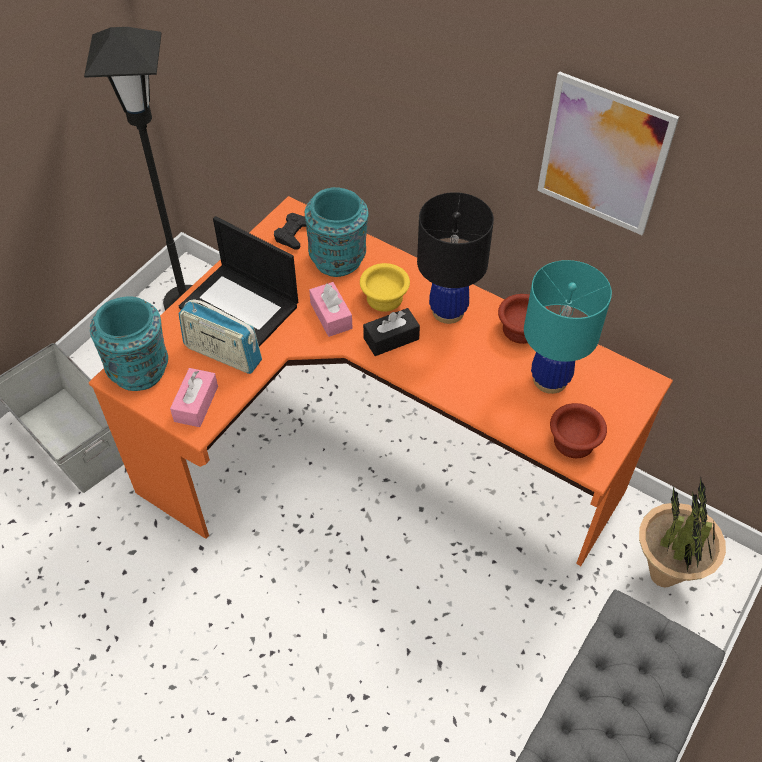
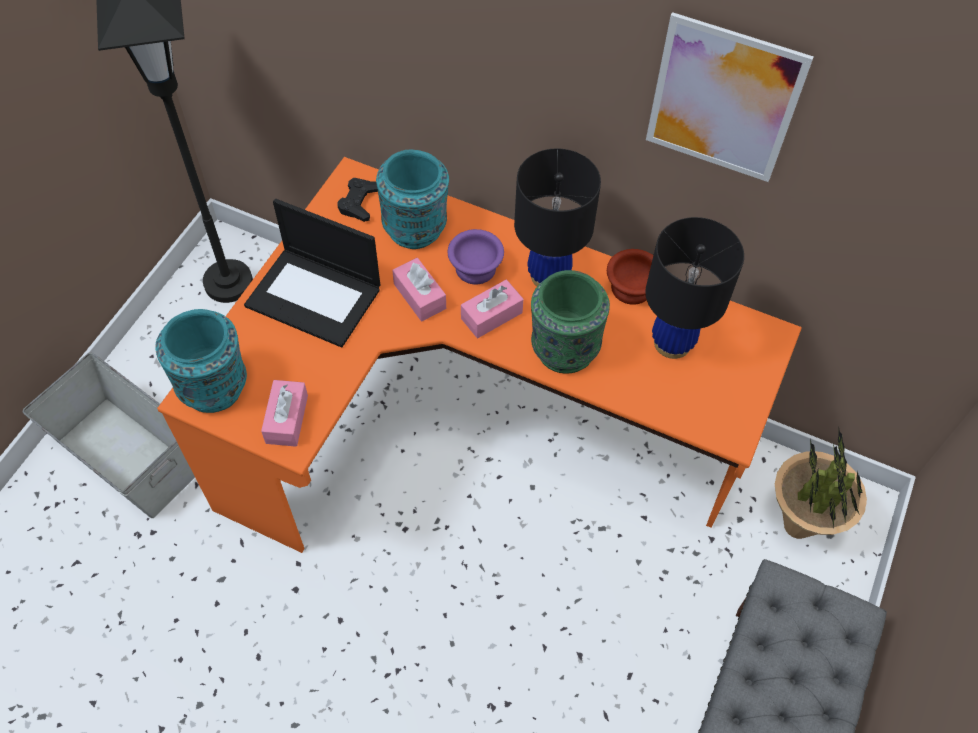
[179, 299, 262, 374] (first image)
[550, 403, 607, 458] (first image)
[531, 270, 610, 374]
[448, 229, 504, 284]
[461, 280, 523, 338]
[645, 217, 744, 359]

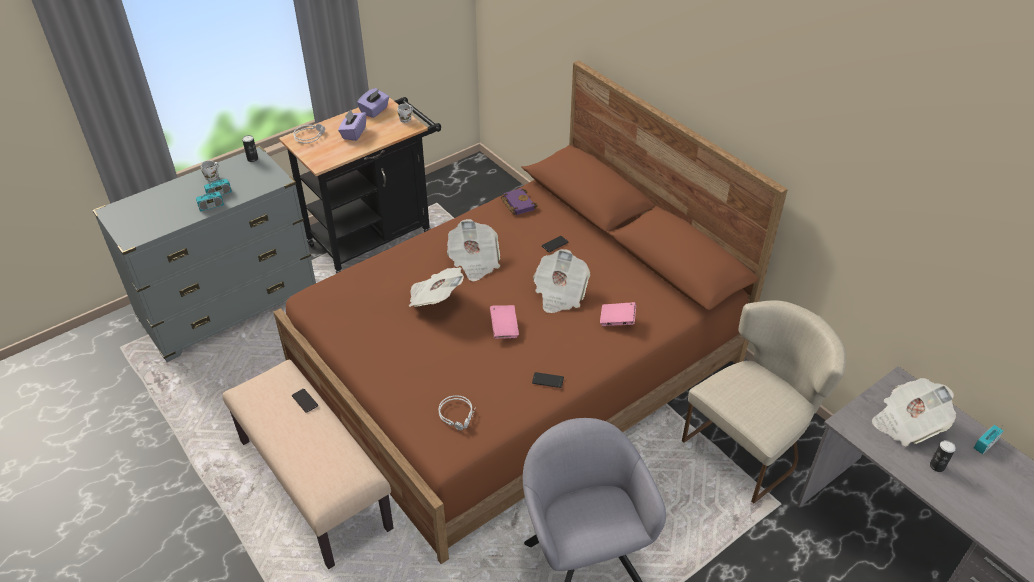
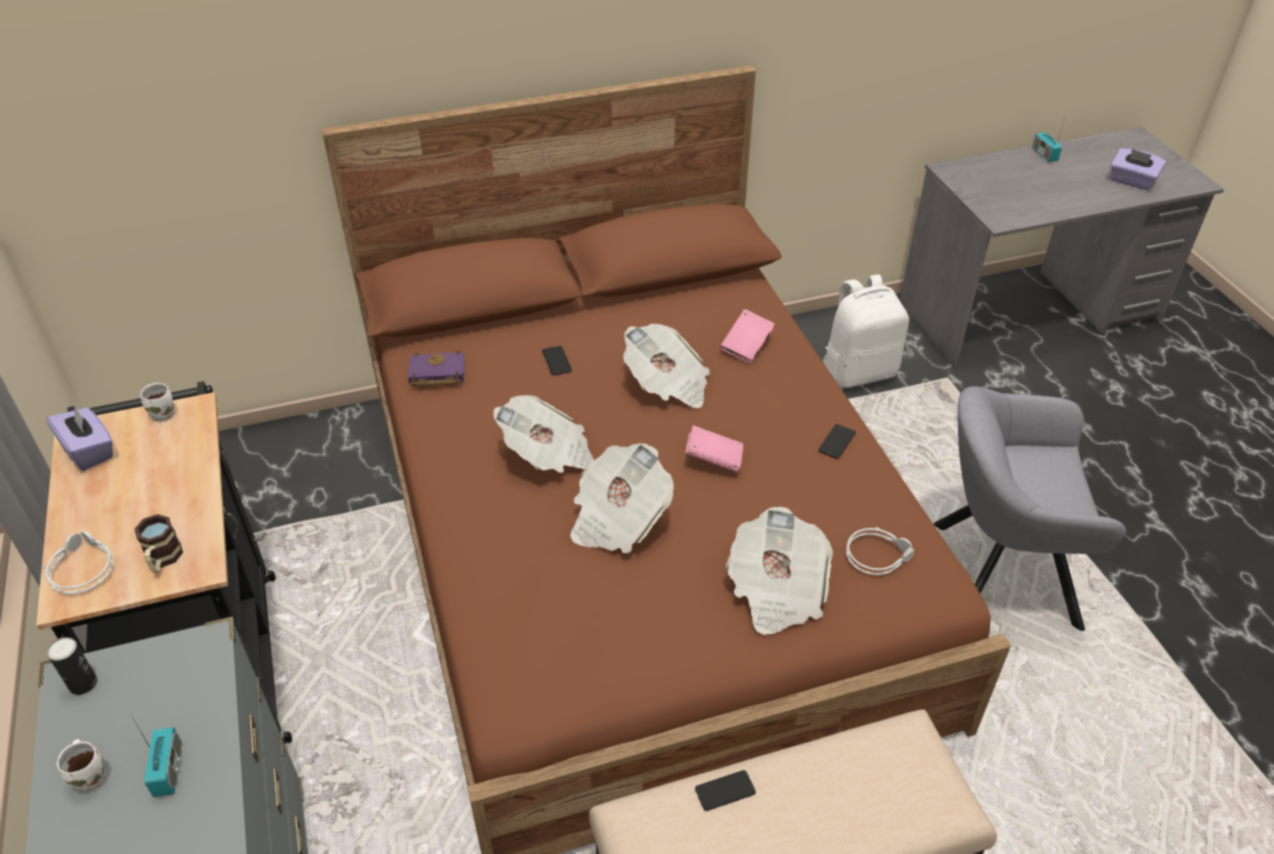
[196, 176, 224, 211] (first image)
[930, 440, 956, 472] (first image)
[135, 514, 183, 573]
[1111, 148, 1166, 190]
[726, 507, 833, 635]
[823, 274, 909, 388]

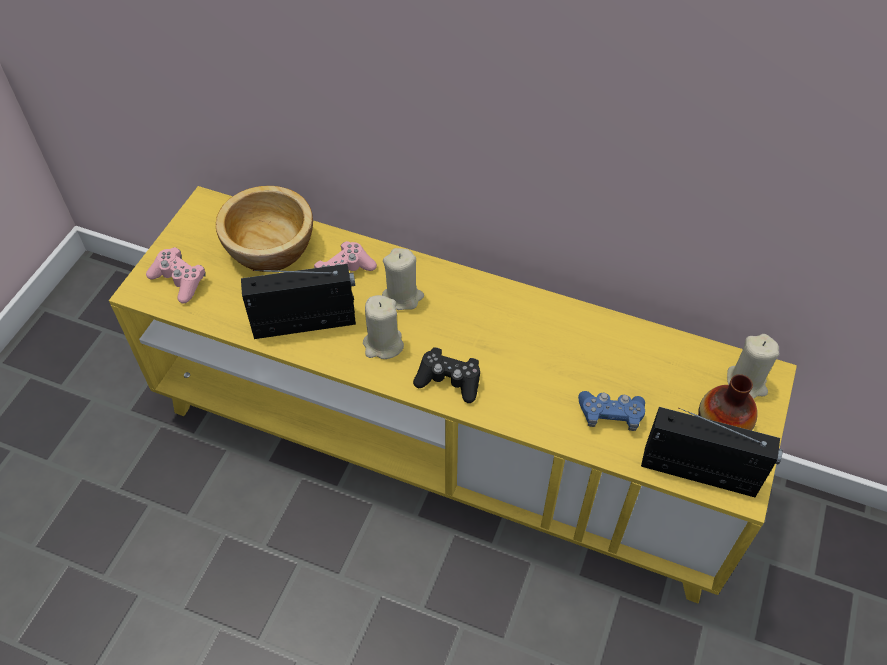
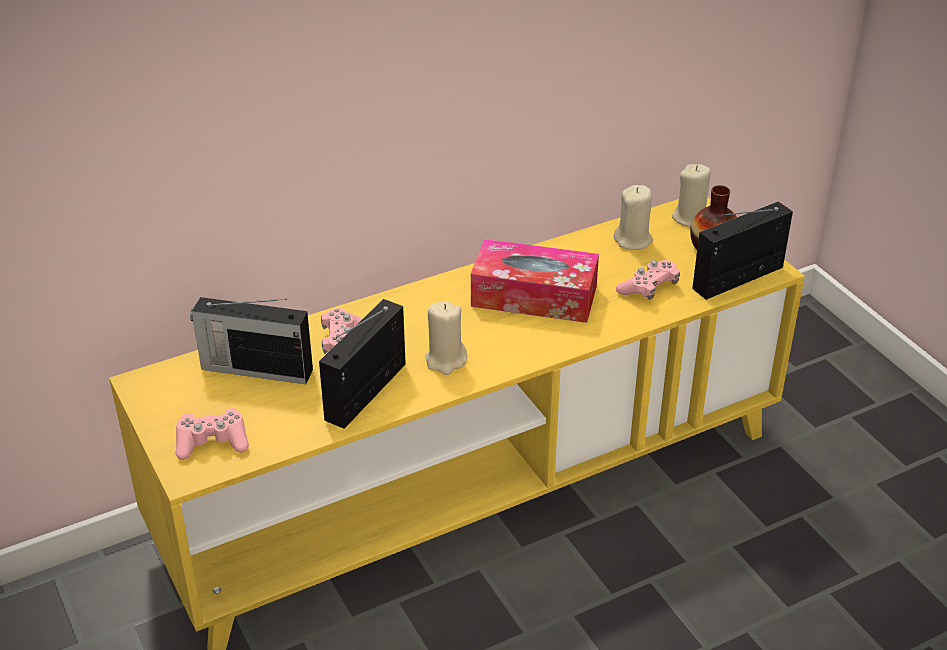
[413, 347, 480, 403] (first image)
[471, 239, 599, 323]
[614, 185, 653, 250]
[190, 297, 313, 384]
[616, 260, 680, 300]

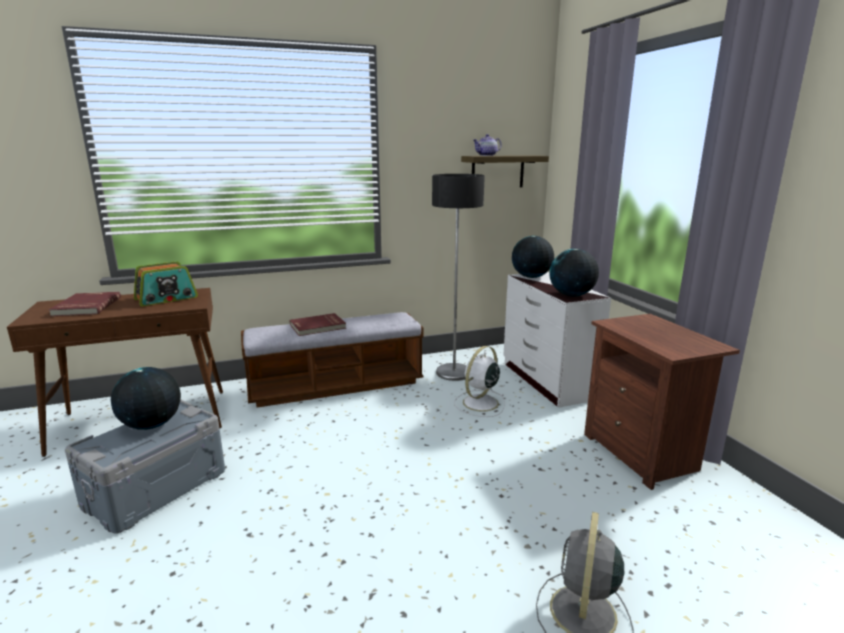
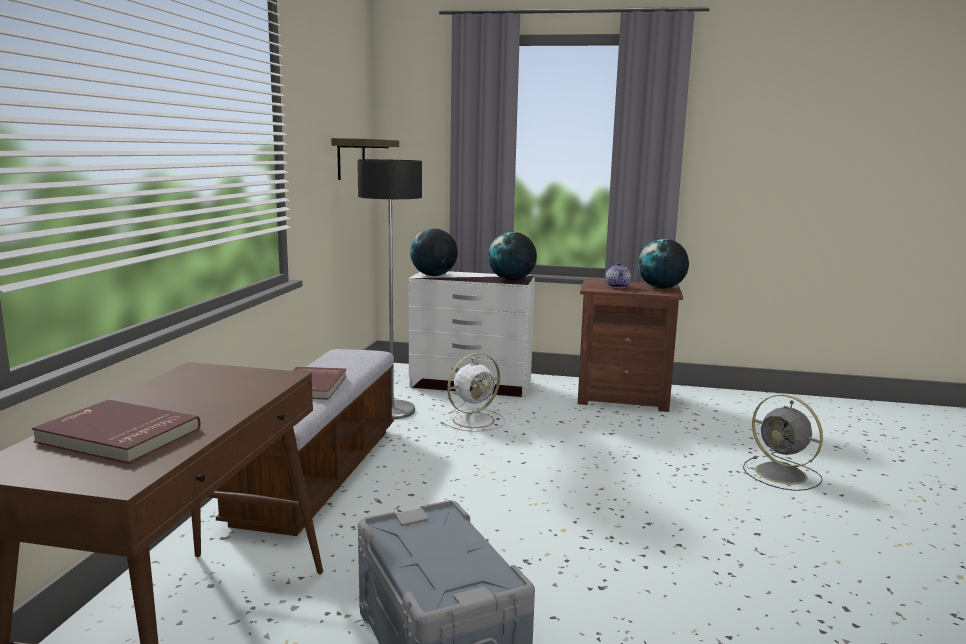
[134, 261, 198, 306] (first image)
[638, 239, 689, 289]
[606, 263, 631, 288]
[440, 353, 505, 432]

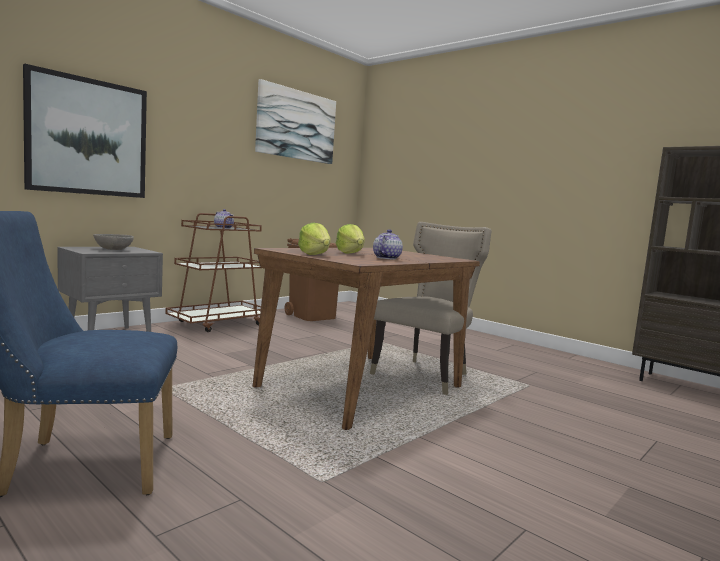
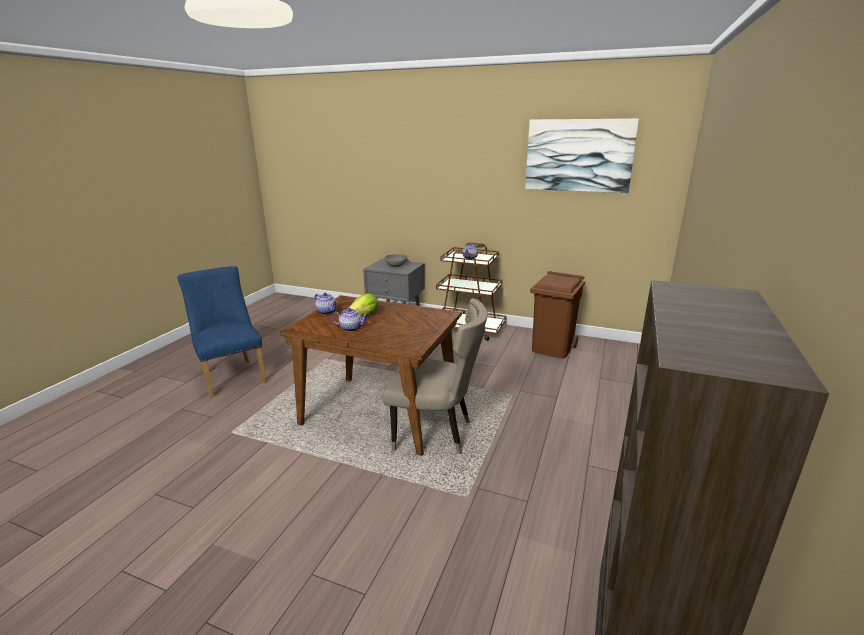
[23, 64, 147, 198] (first image)
[314, 293, 337, 315]

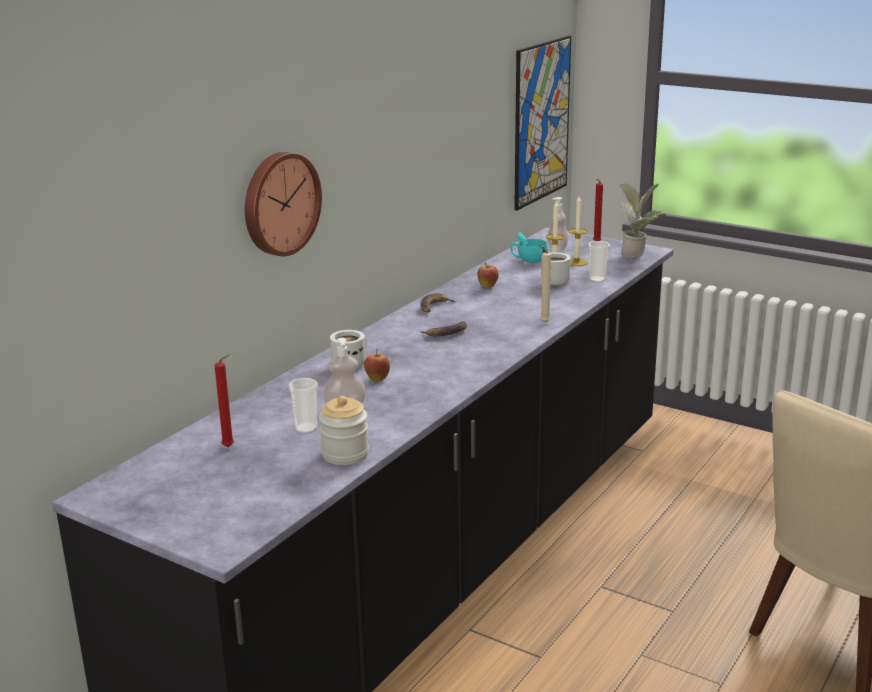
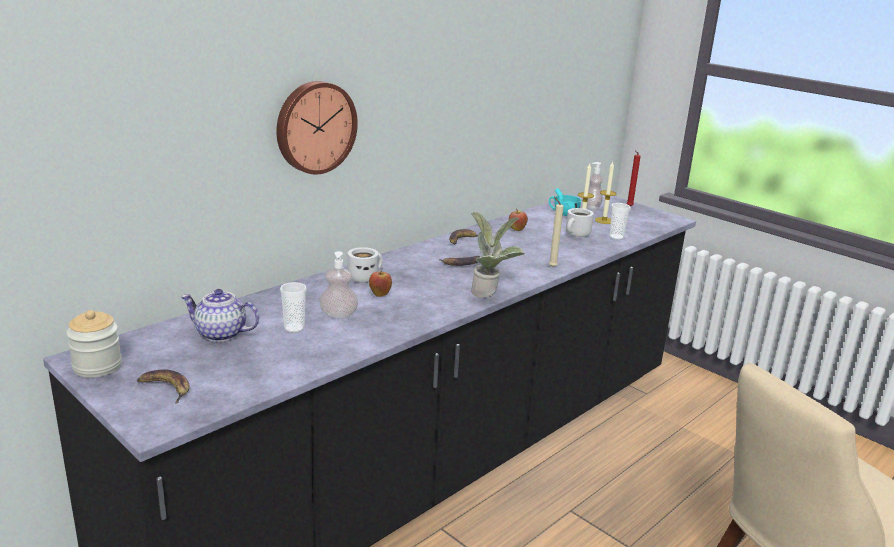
[514, 36, 571, 211] (first image)
[137, 370, 190, 404]
[67, 310, 122, 378]
[471, 211, 525, 298]
[180, 289, 259, 342]

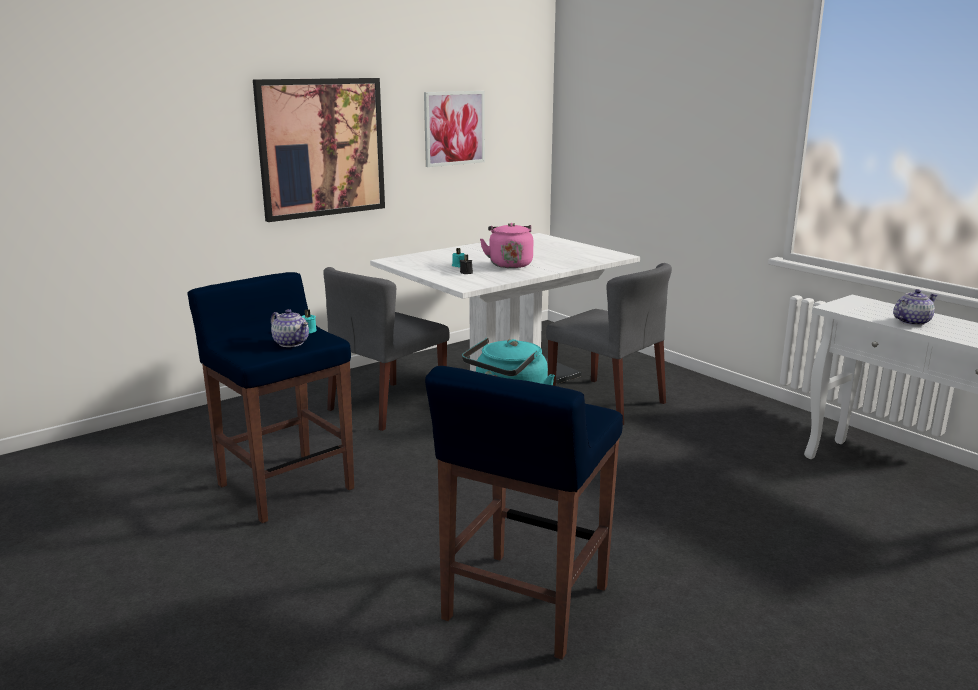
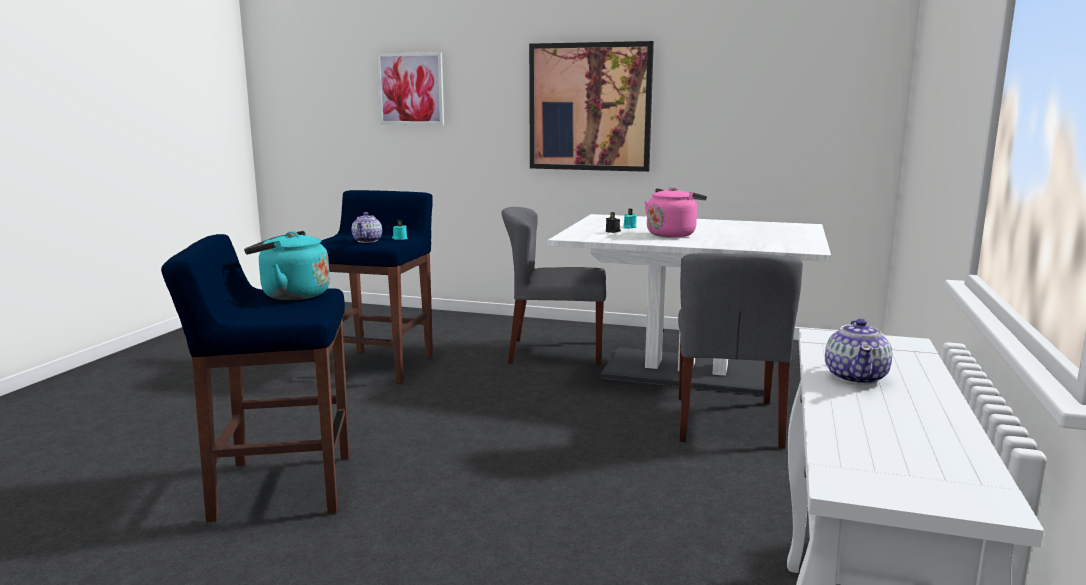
[377, 52, 444, 125]
[825, 319, 892, 385]

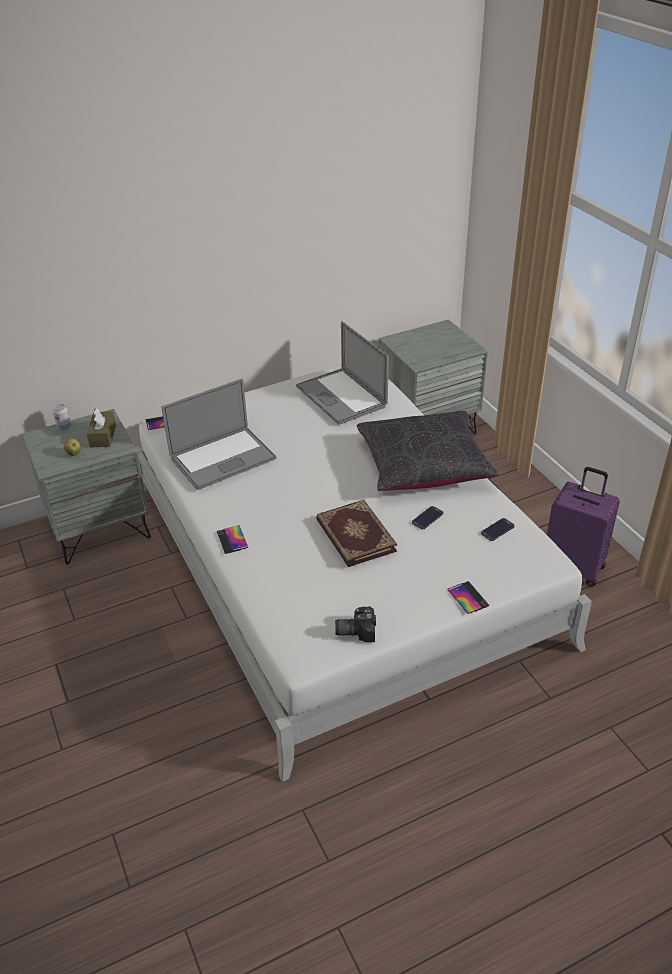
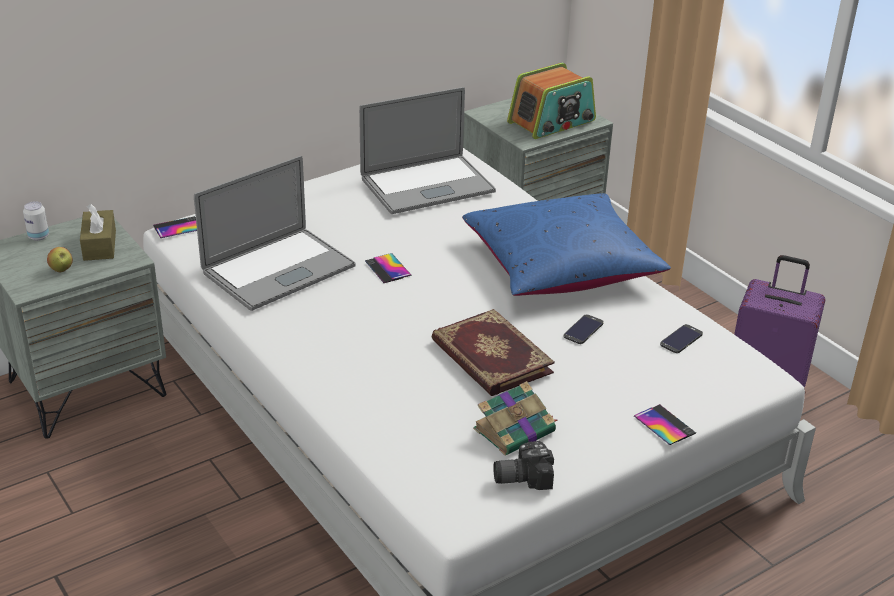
[473, 381, 558, 456]
[507, 63, 596, 139]
[365, 253, 411, 283]
[462, 193, 671, 296]
[359, 87, 496, 214]

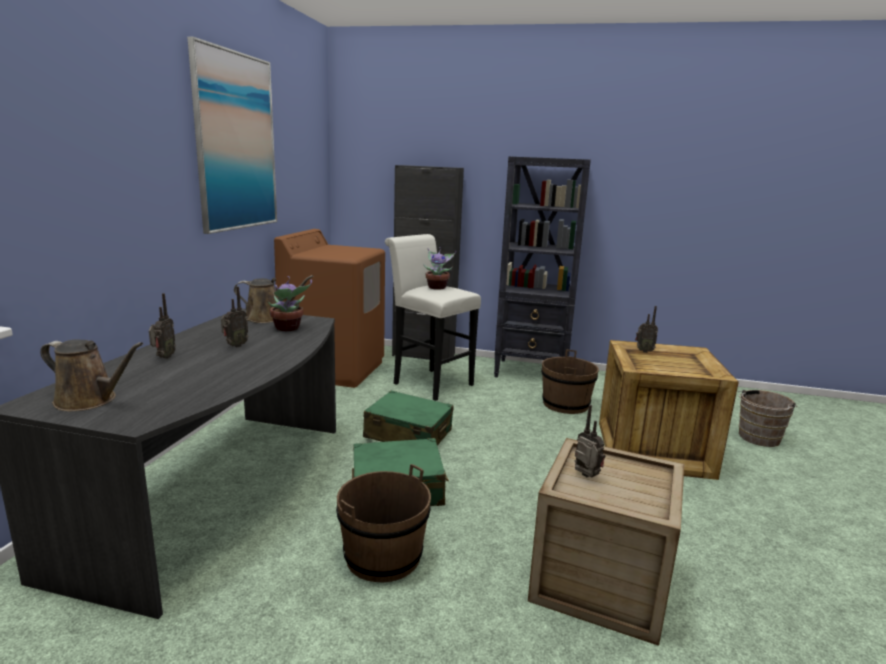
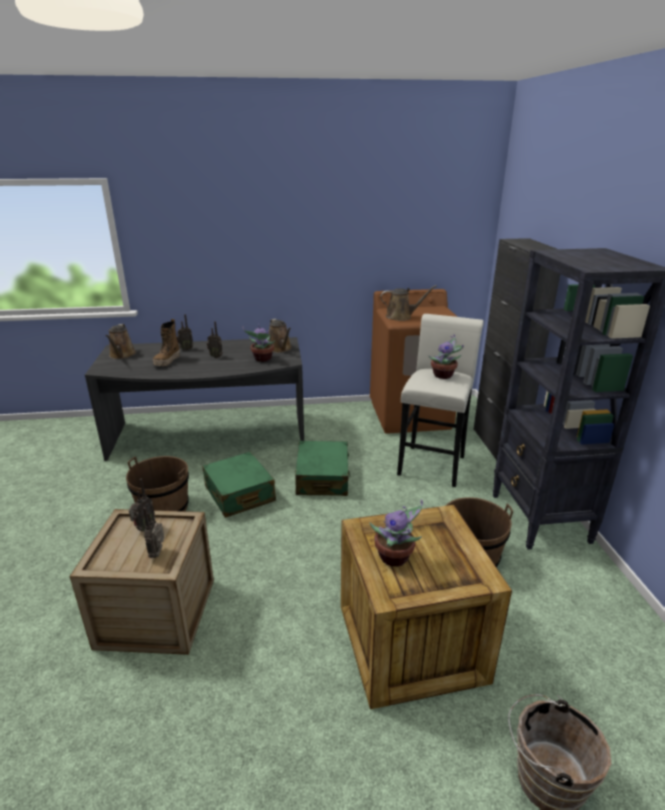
[187, 37, 277, 234] (first image)
[153, 319, 180, 366]
[370, 500, 423, 567]
[380, 285, 437, 321]
[143, 507, 164, 558]

